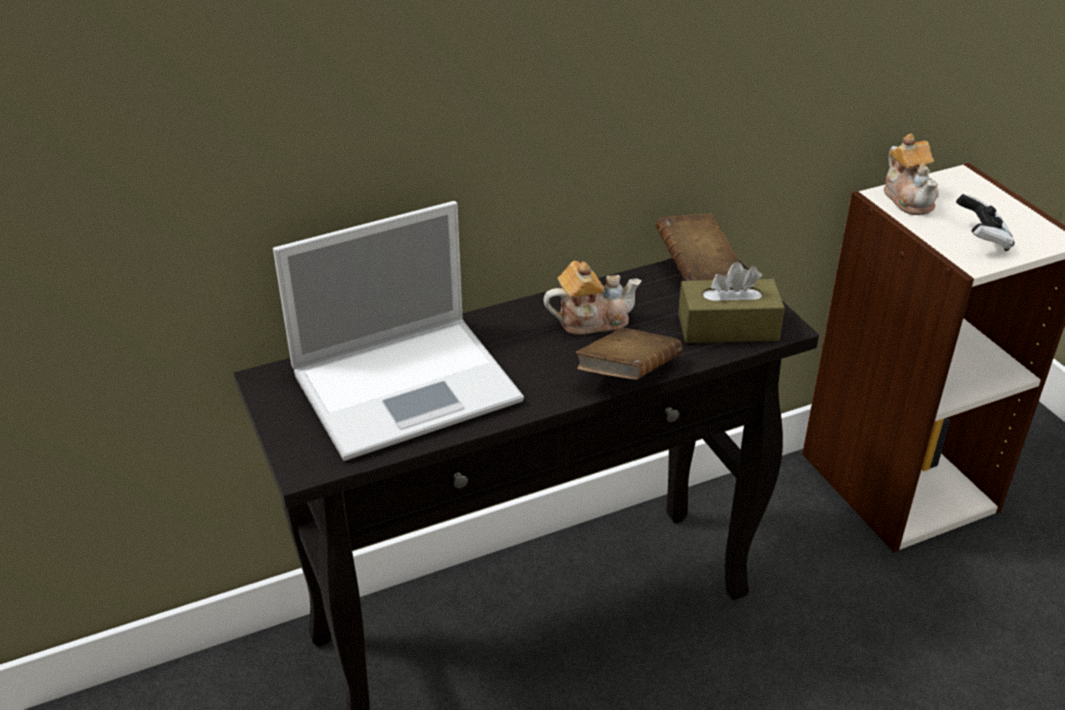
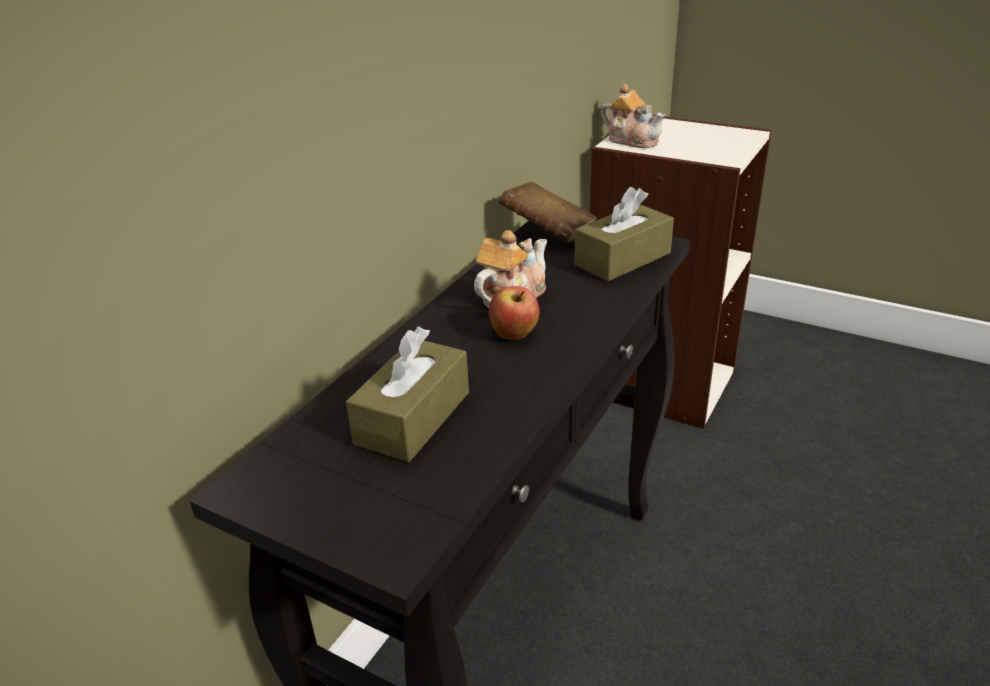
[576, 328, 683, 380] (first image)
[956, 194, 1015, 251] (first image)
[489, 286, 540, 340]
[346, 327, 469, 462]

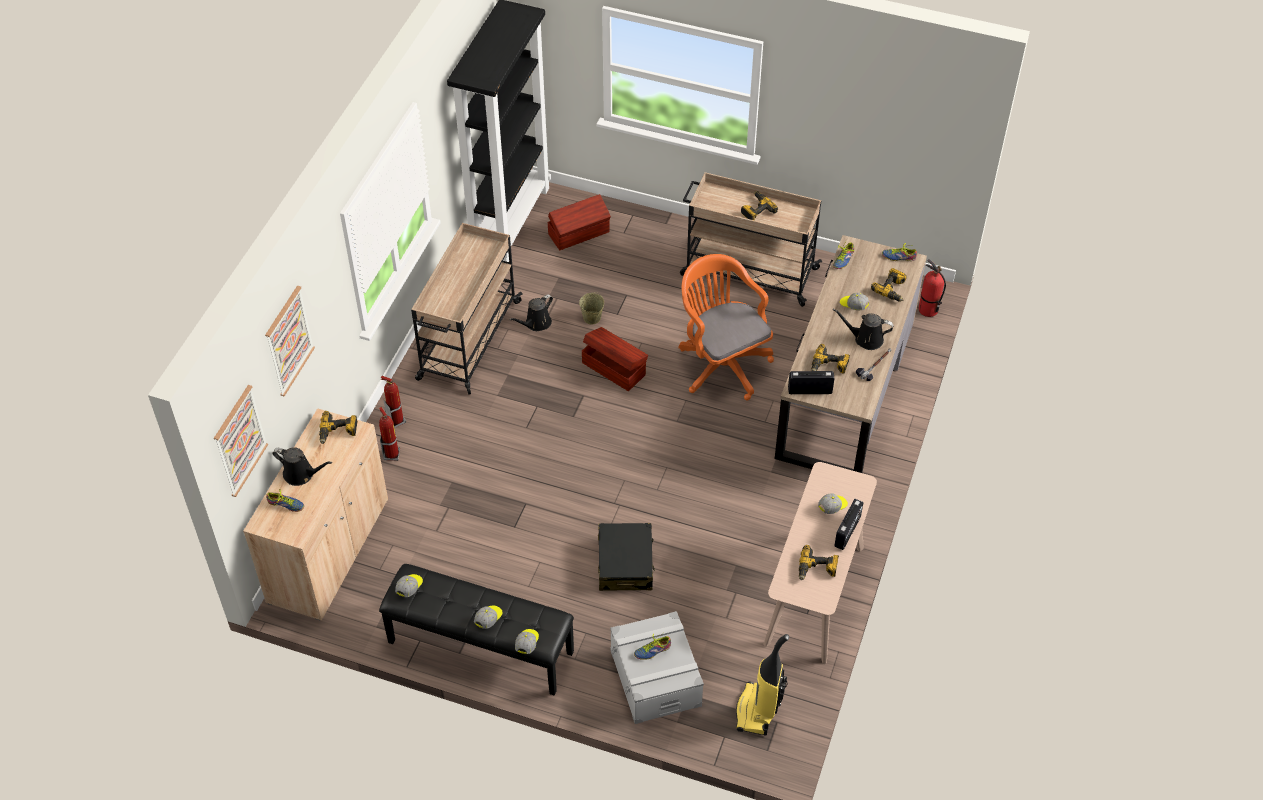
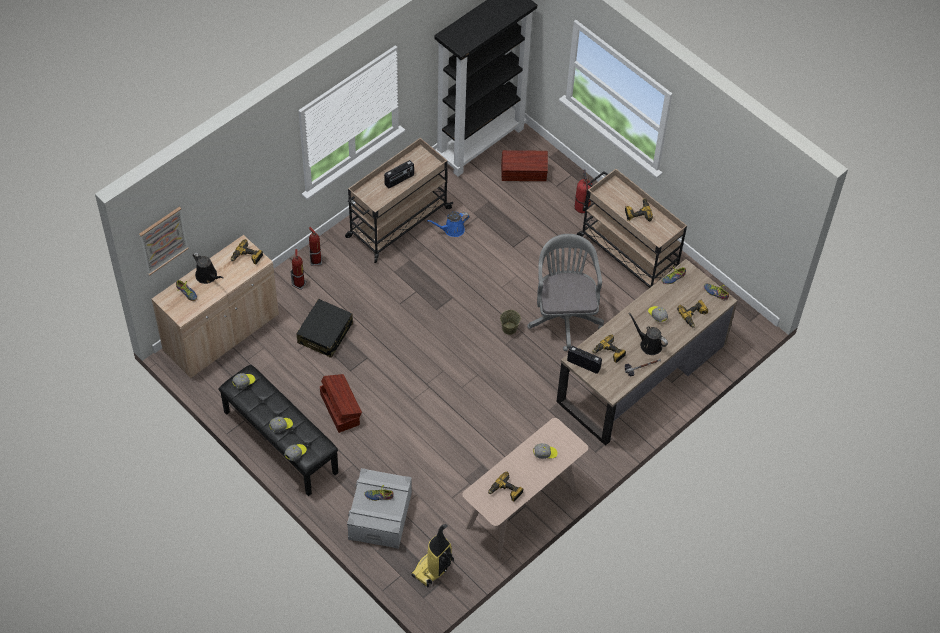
[265, 286, 315, 397] (first image)
[500, 310, 521, 335]
[320, 374, 362, 433]
[296, 299, 353, 358]
[384, 160, 414, 189]
[575, 170, 593, 213]
[427, 212, 470, 237]
[527, 234, 604, 351]

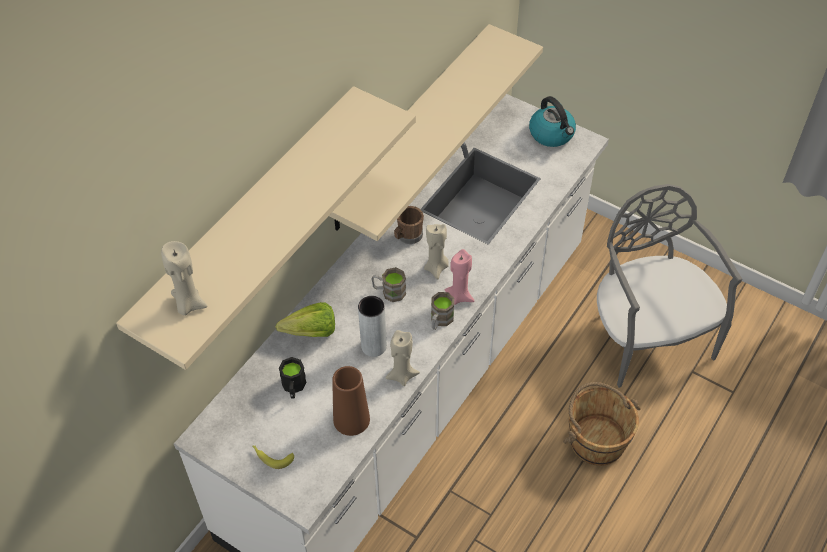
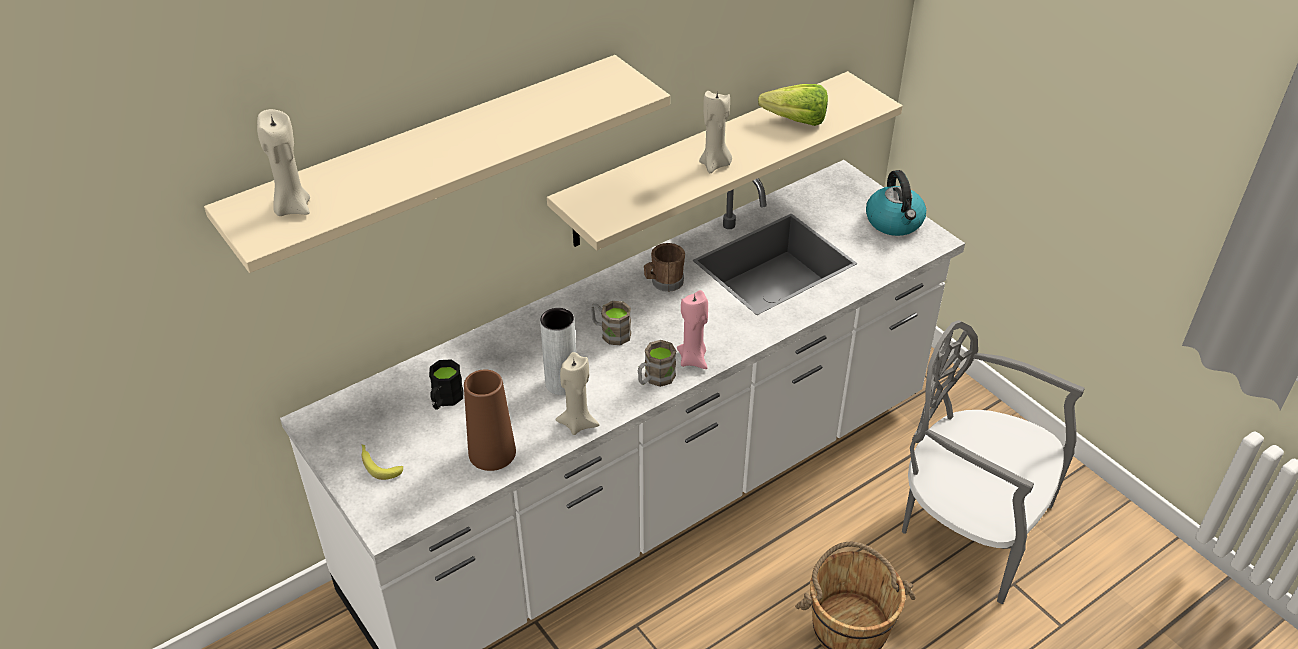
[758, 84, 828, 126]
[699, 90, 732, 173]
[902, 320, 1085, 604]

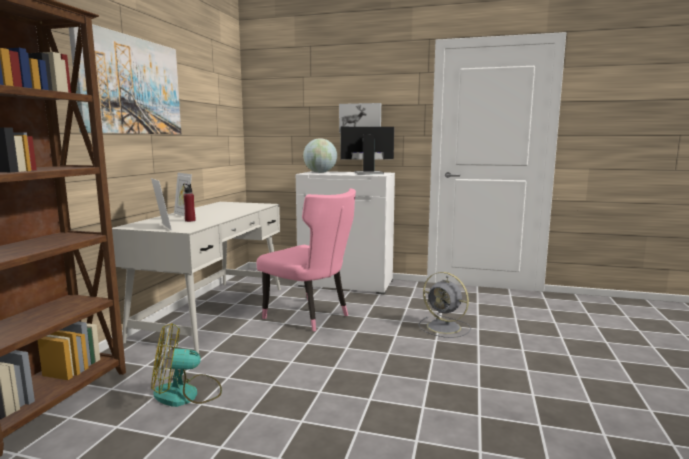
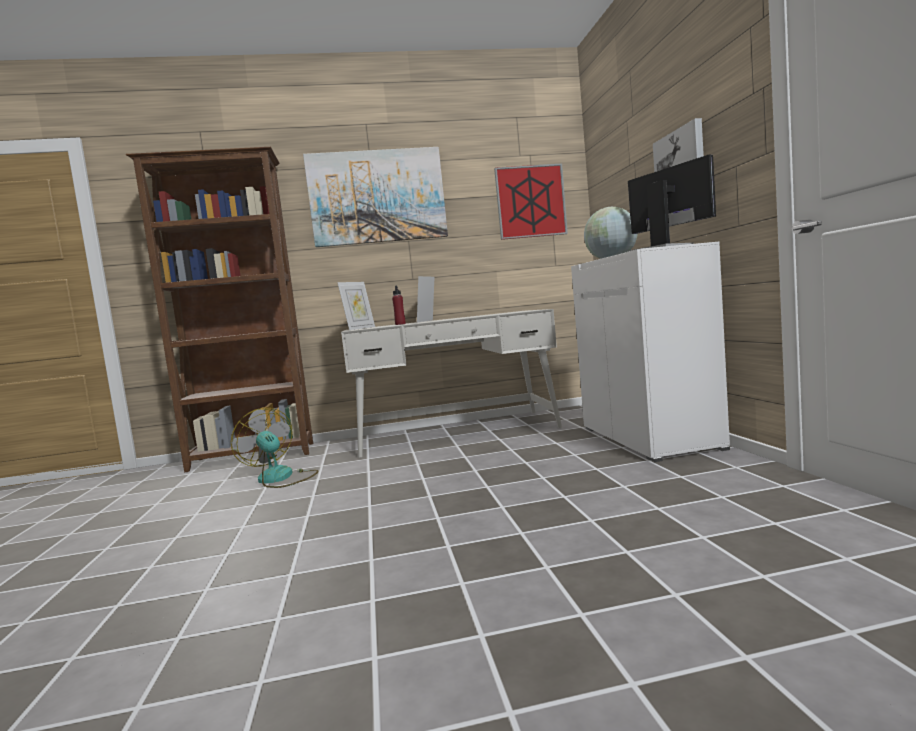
[256, 189, 356, 331] (first image)
[419, 272, 471, 338] (first image)
[494, 163, 568, 240]

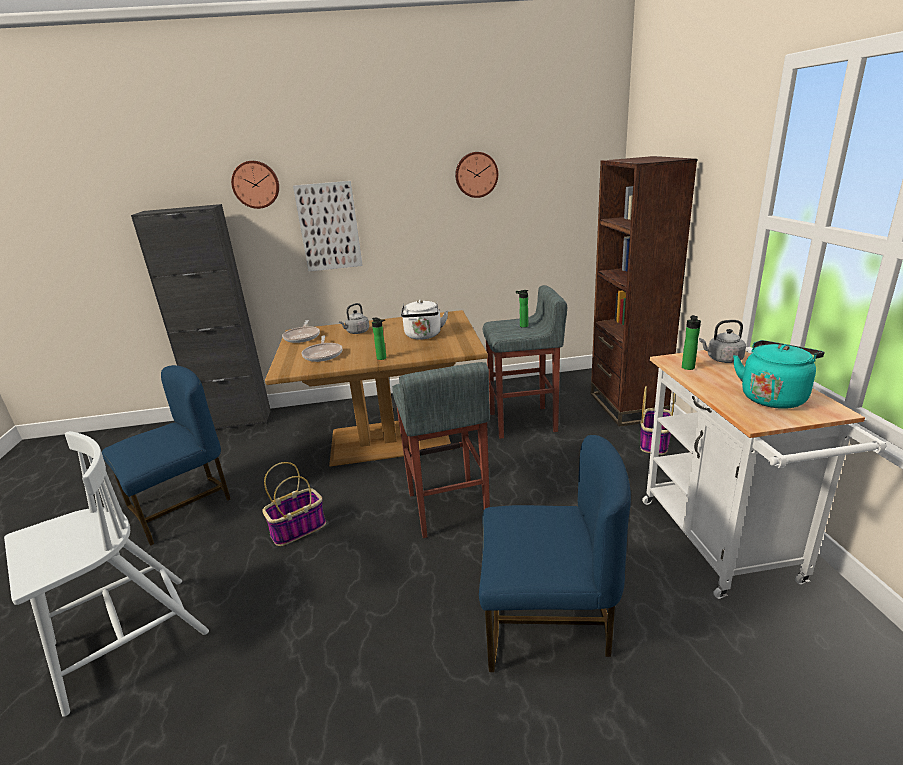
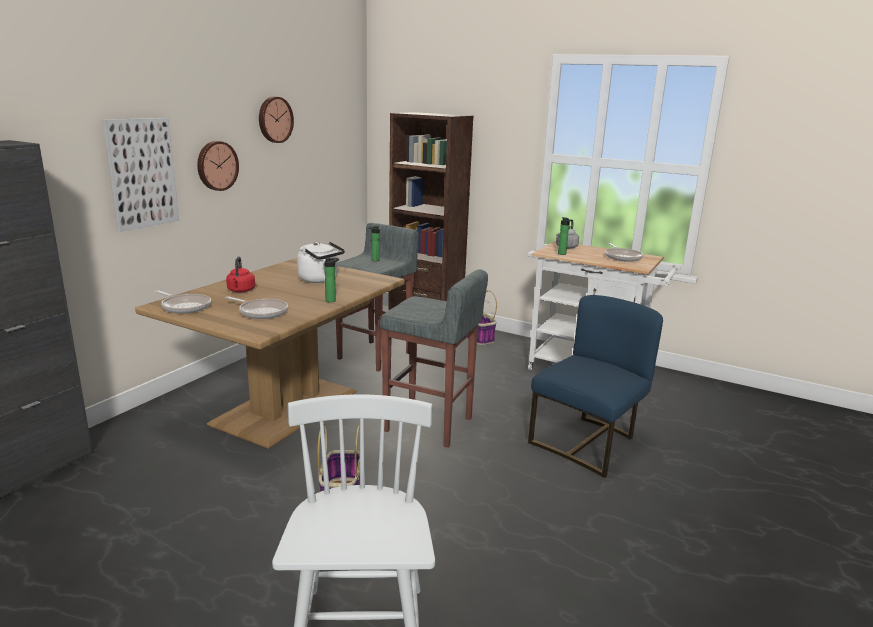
[102, 365, 231, 546] (first image)
[197, 141, 239, 191]
[605, 243, 643, 262]
[226, 256, 255, 292]

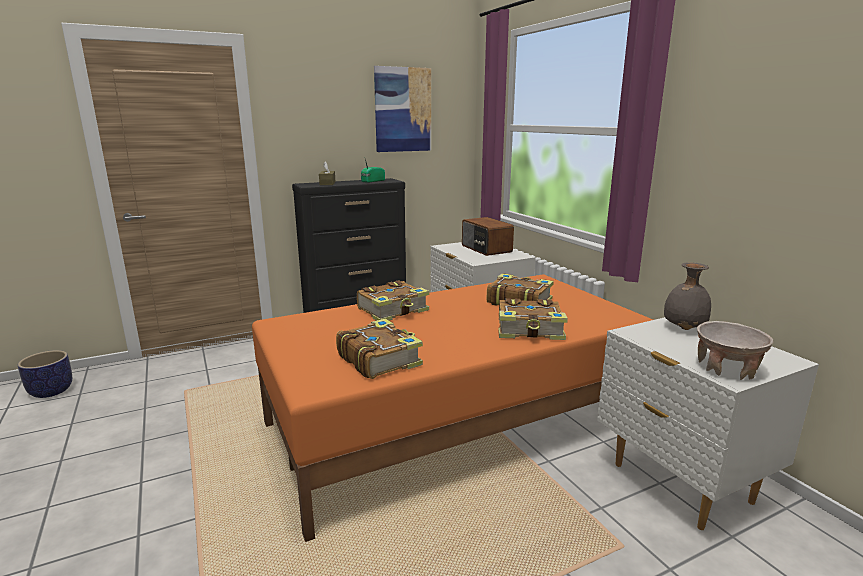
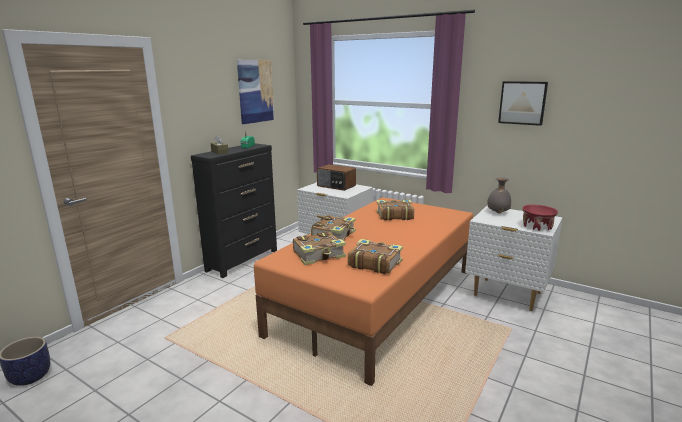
[498, 81, 548, 126]
[293, 232, 346, 265]
[523, 205, 558, 231]

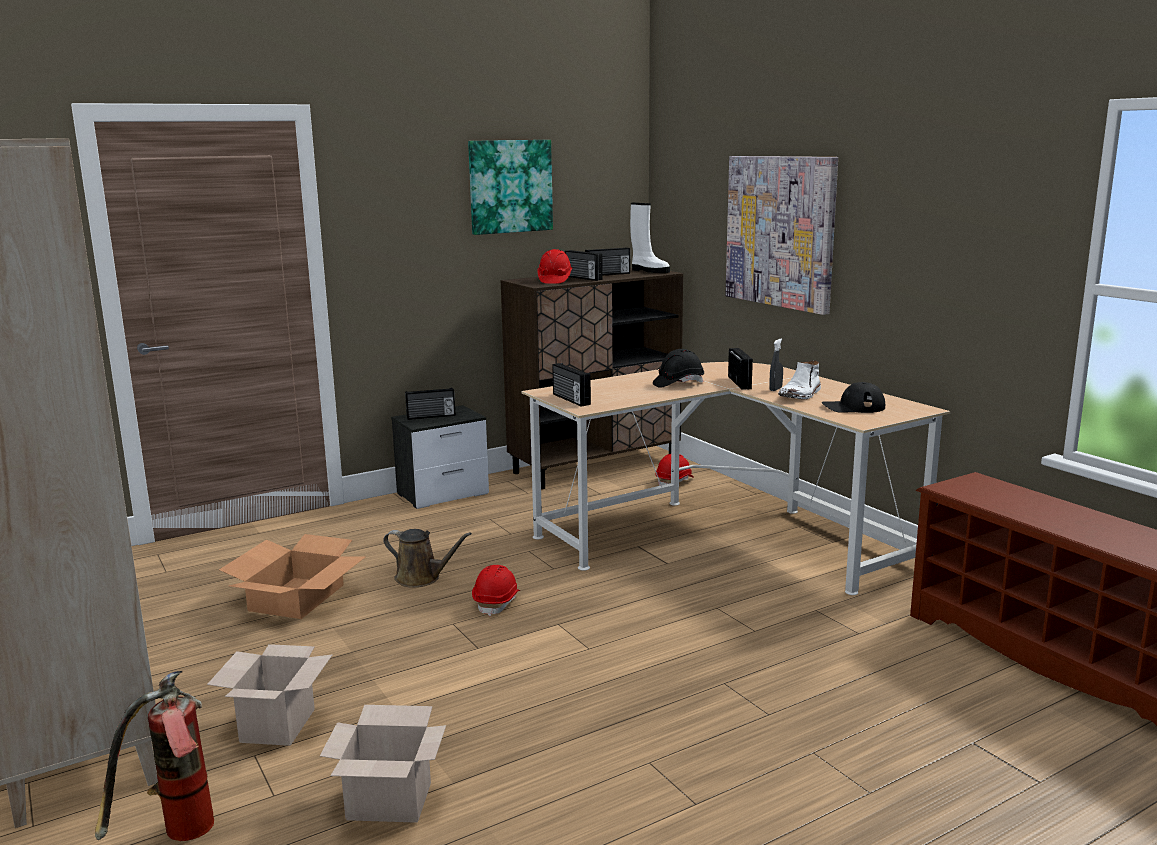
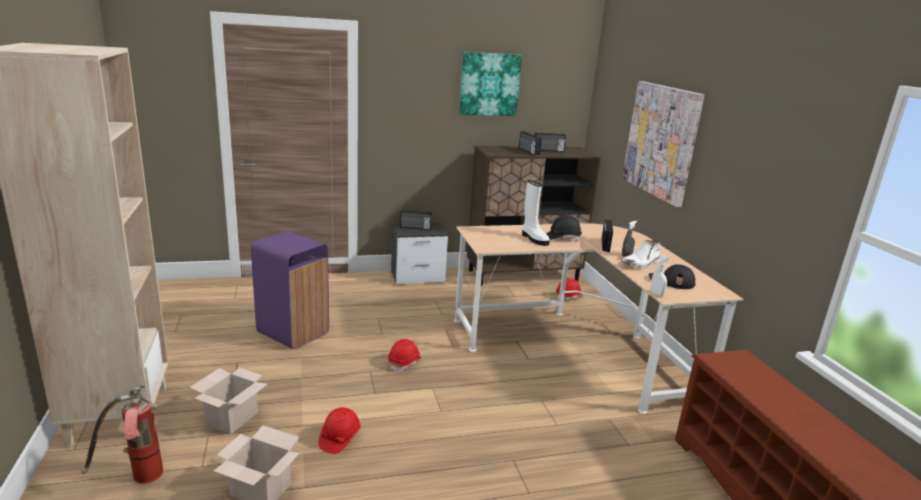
[383, 529, 472, 587] (first image)
[552, 363, 591, 407] (first image)
[650, 254, 670, 297]
[318, 407, 361, 454]
[522, 180, 550, 246]
[251, 231, 329, 349]

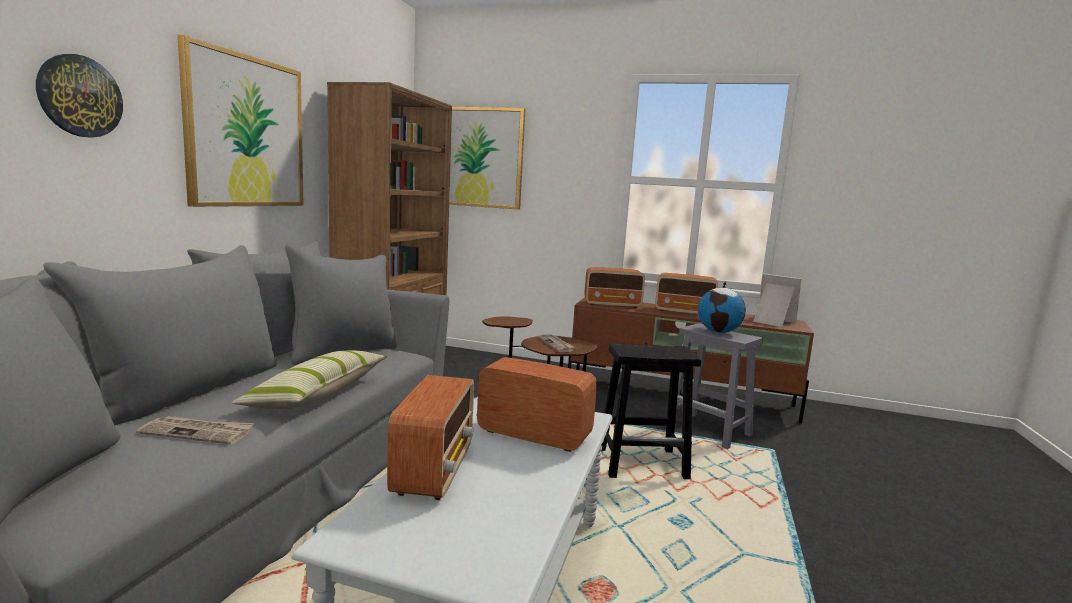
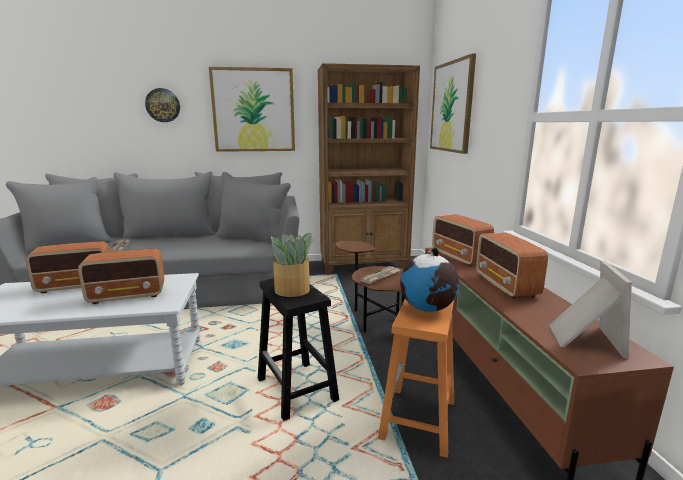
[231, 350, 388, 409] (first image)
[271, 233, 315, 297]
[378, 299, 454, 458]
[78, 249, 164, 304]

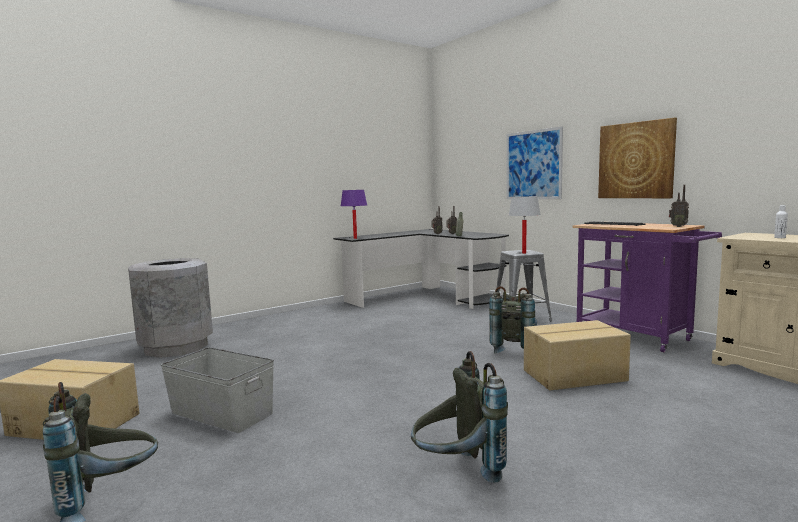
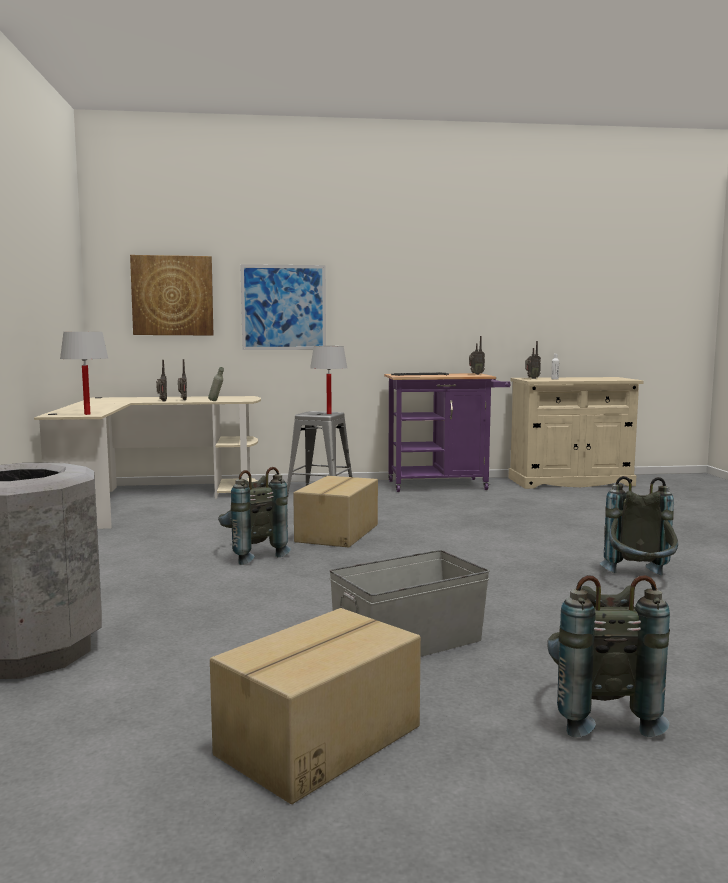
[525, 341, 541, 379]
[218, 467, 291, 565]
[293, 476, 378, 548]
[130, 255, 213, 335]
[34, 396, 261, 529]
[60, 332, 108, 415]

